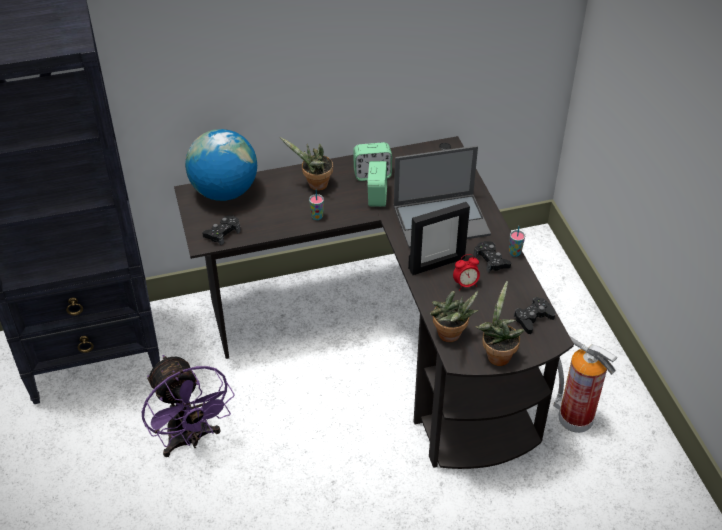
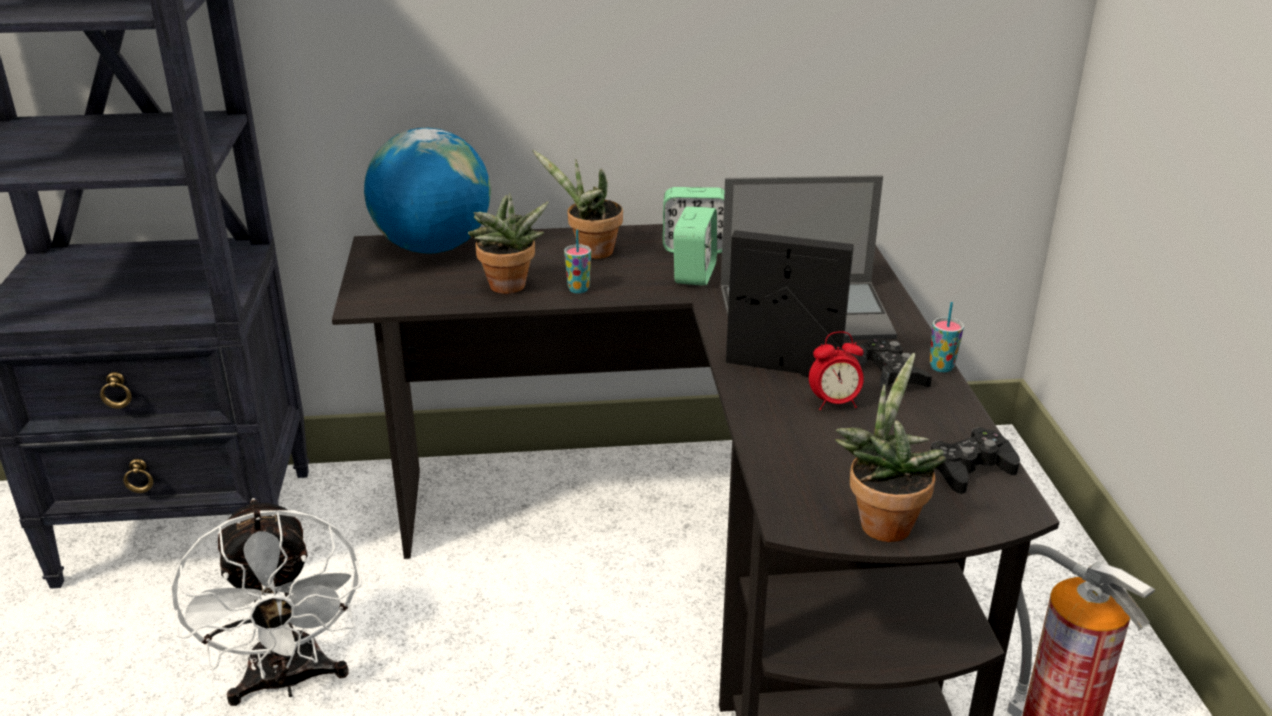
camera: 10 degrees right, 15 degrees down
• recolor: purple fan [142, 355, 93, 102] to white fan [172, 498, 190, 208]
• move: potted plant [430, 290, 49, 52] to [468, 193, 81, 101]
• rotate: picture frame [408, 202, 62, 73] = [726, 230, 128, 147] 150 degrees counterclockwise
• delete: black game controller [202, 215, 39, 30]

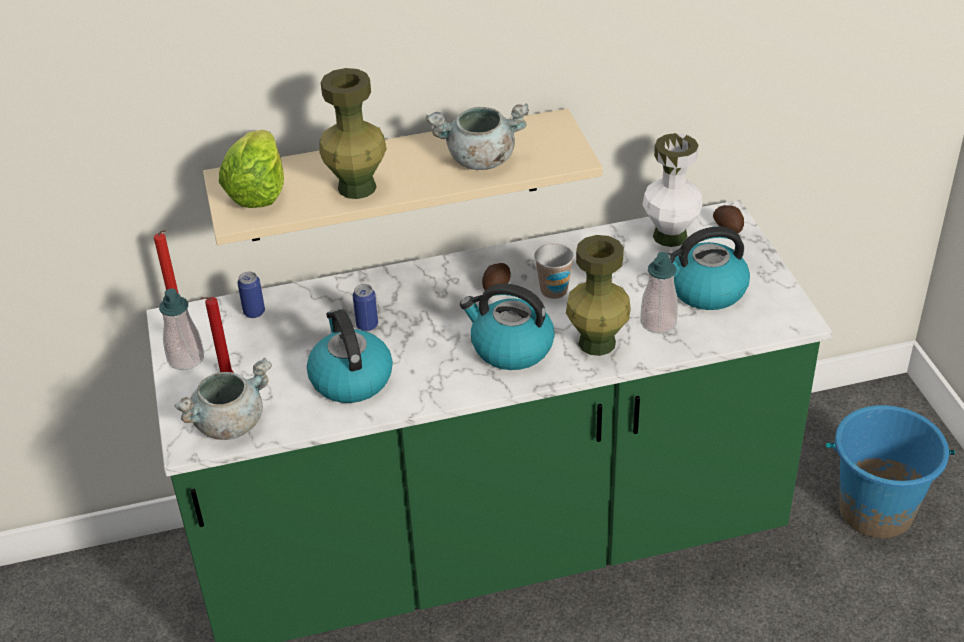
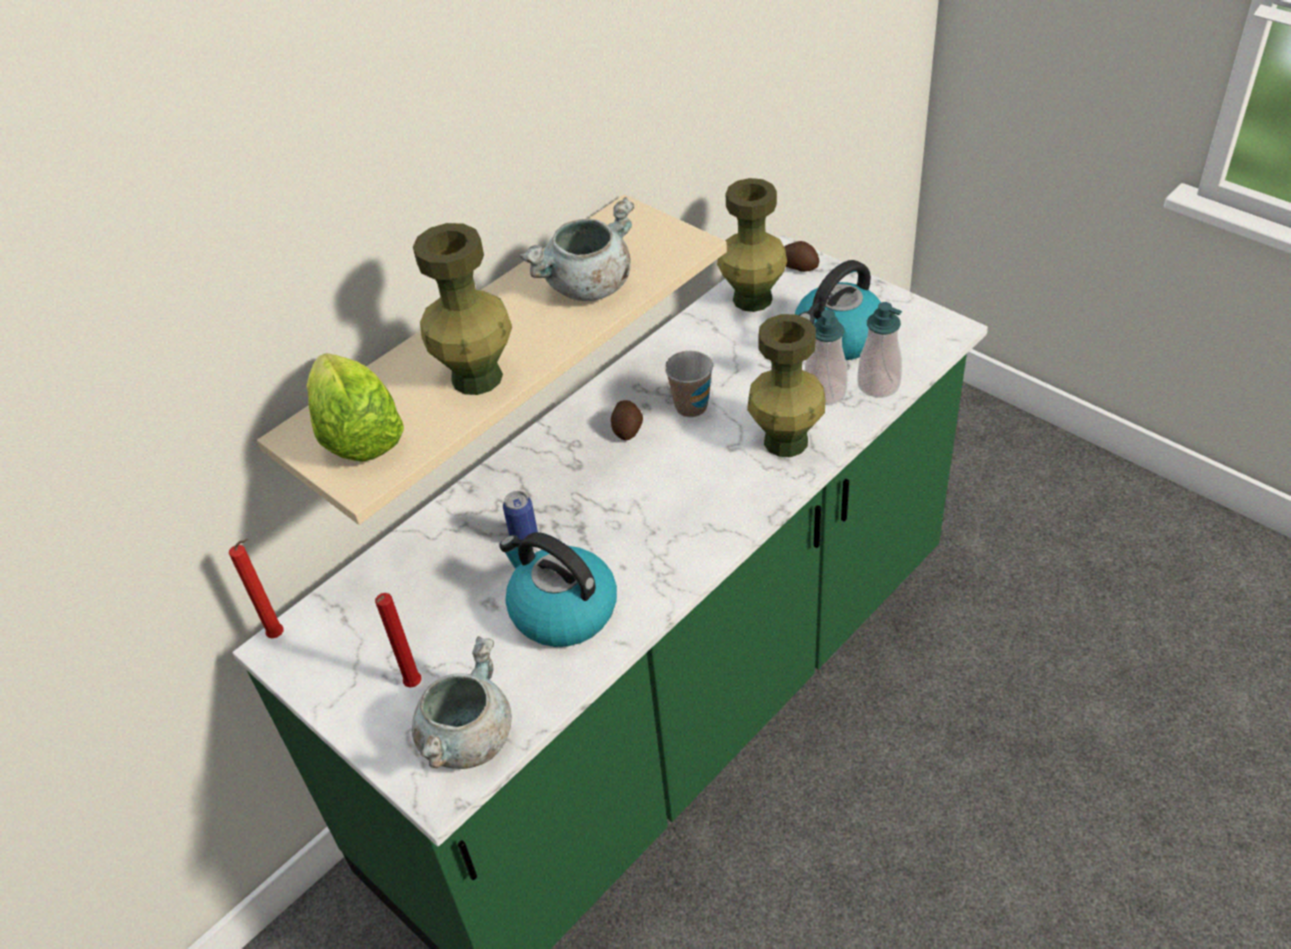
camera: 30 degrees left, 5 degrees up
• recolor: white vase [642, 133, 60, 114] to green vase [717, 178, 70, 134]
• move: soap dispenser [159, 288, 45, 82] to [857, 302, 45, 95]
• delete: can [238, 272, 27, 46]
• delete: kettle [460, 283, 95, 87]
• delete: blue bucket [826, 405, 129, 133]

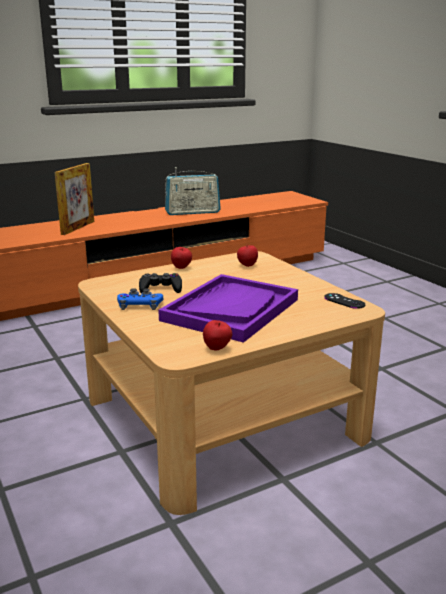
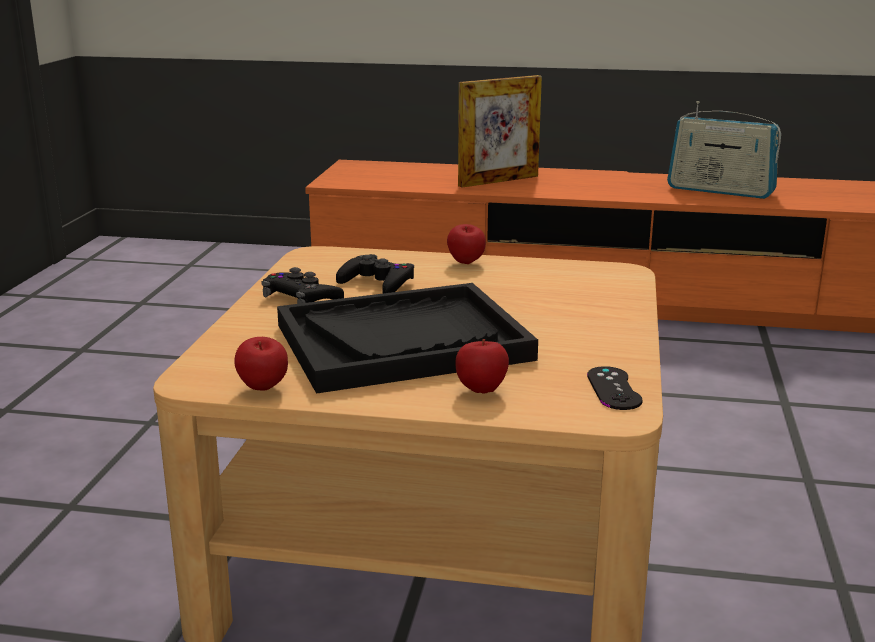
camera: 40 degrees right, 0 degrees up
• recolor: blue game controller [117, 288, 46, 22] to black game controller [261, 267, 83, 37]
• recolor: purple tray [158, 274, 140, 69] to black tray [277, 283, 261, 110]
• move: apple [237, 245, 21, 22] to [456, 339, 53, 55]

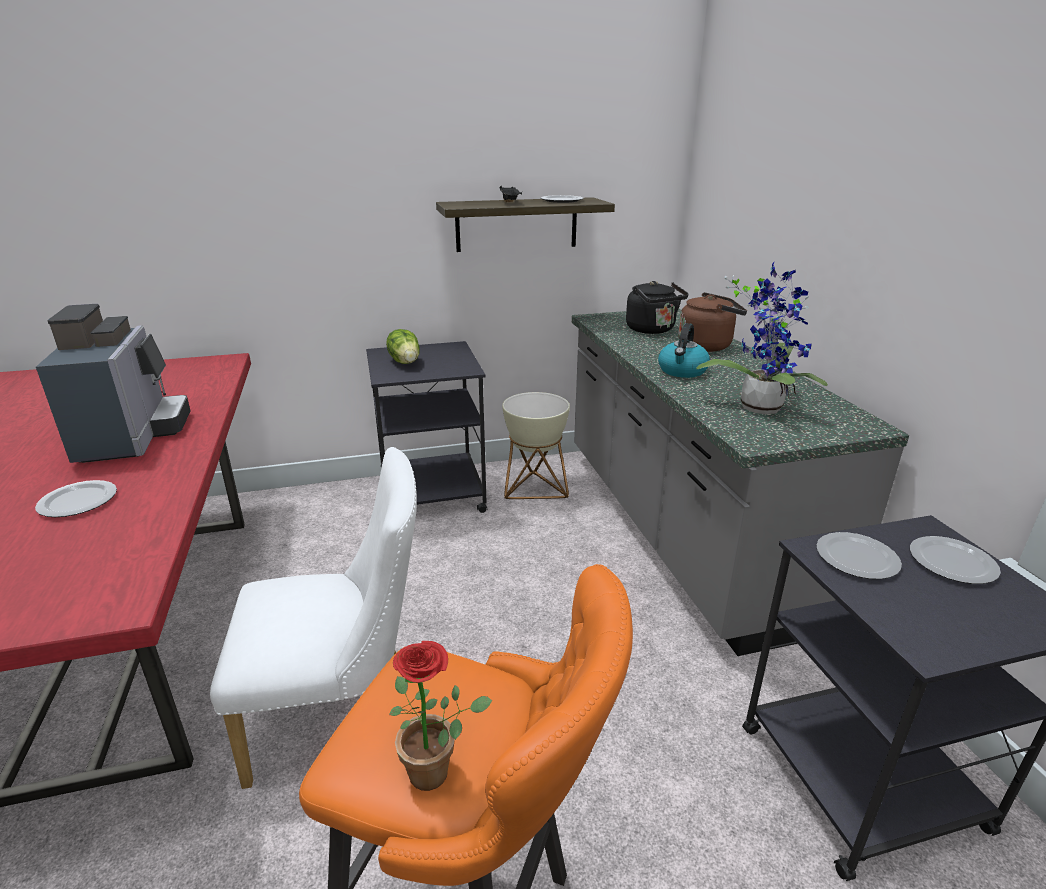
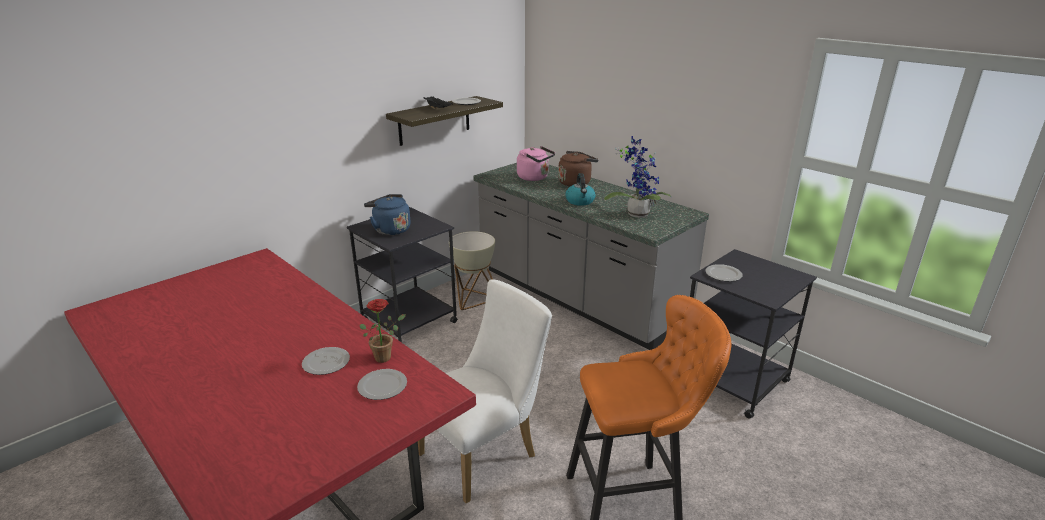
camera: 30 degrees left, 0 degrees up
• move: plate [910, 536, 91, 48] to [357, 369, 50, 31]
• move: potted plant [389, 641, 103, 150] to [360, 299, 46, 64]
• replace: lettuce [386, 329, 34, 35] to blue kettle [364, 194, 47, 41]
• recolor: black kettle [626, 281, 62, 53] to pink kettle [517, 146, 38, 35]
• delete: coffee machine [36, 304, 155, 159]

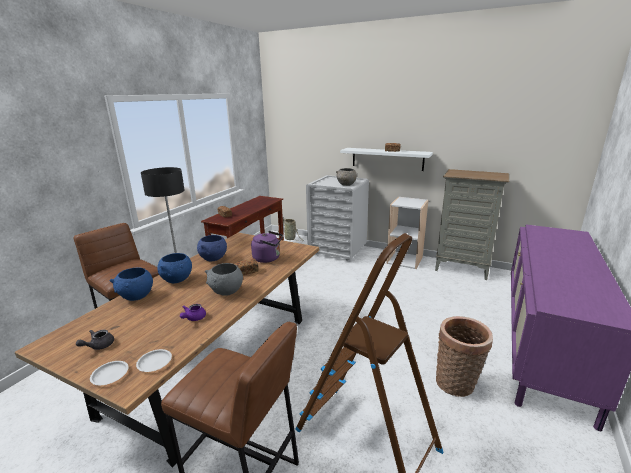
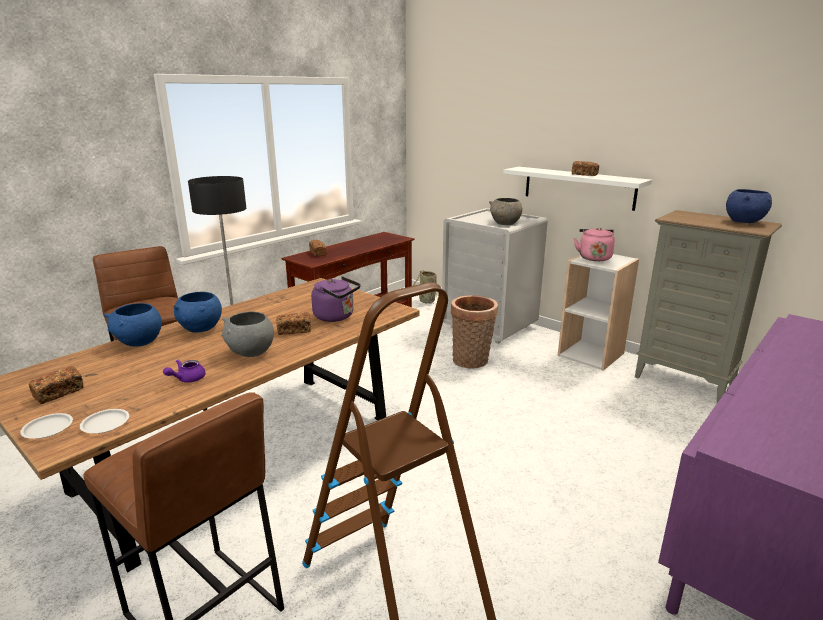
camera: 15 degrees right, 0 degrees up
• replace: grey teapot [76, 330, 38, 20] to bread [29, 366, 55, 38]
• move: basket [436, 316, 57, 81] to [451, 295, 47, 74]
• insert: pink kettle [574, 227, 41, 34]
• move: blue bowl [197, 235, 30, 26] to [726, 189, 46, 34]

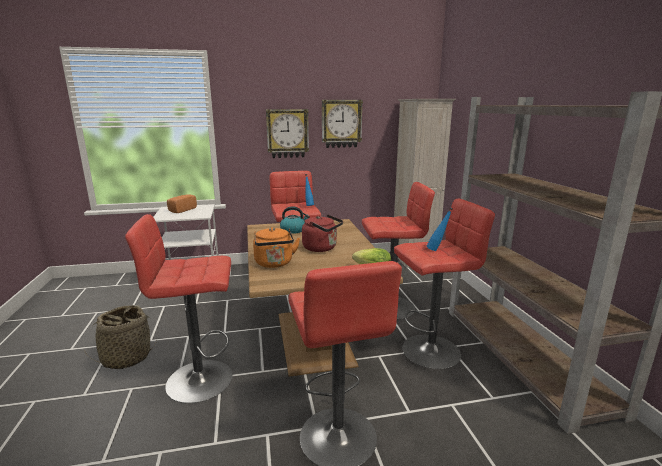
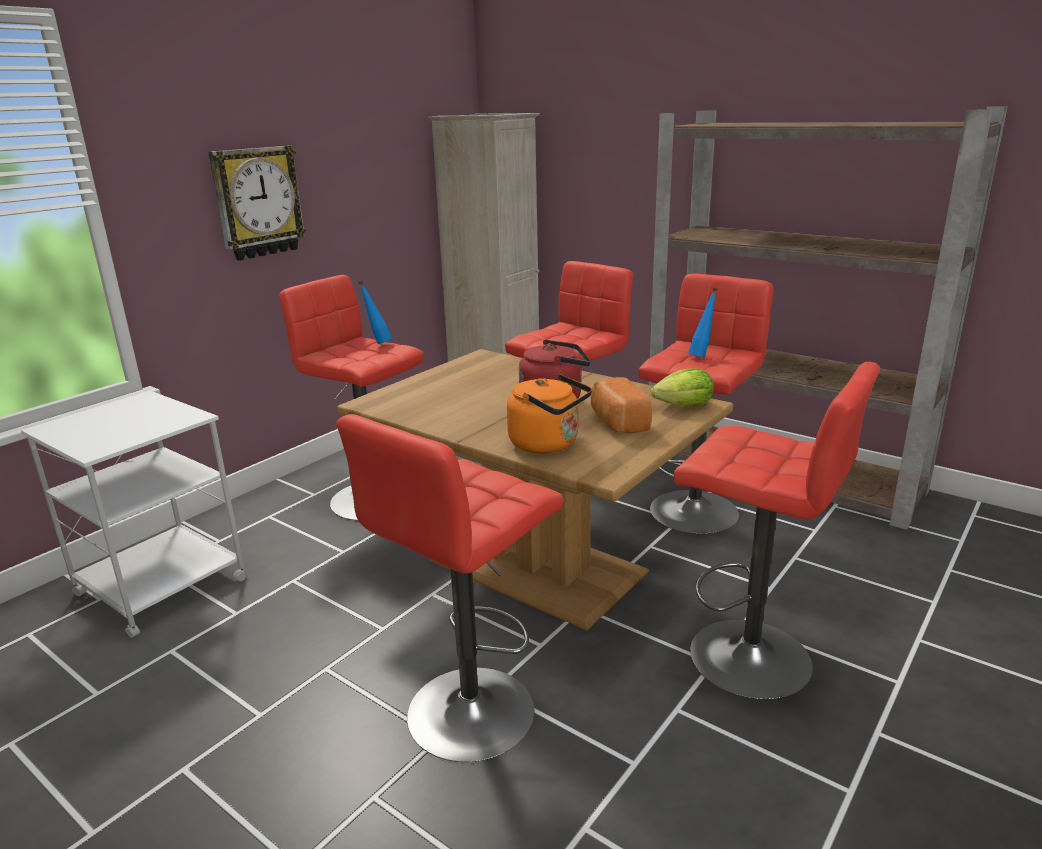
camera: 40 degrees left, 5 degrees up
• move: bread [167, 194, 30, 19] to [591, 377, 61, 57]
• delete: basket [83, 305, 74, 64]
• delete: kettle [280, 206, 30, 28]
• delete: wall clock [322, 100, 41, 48]

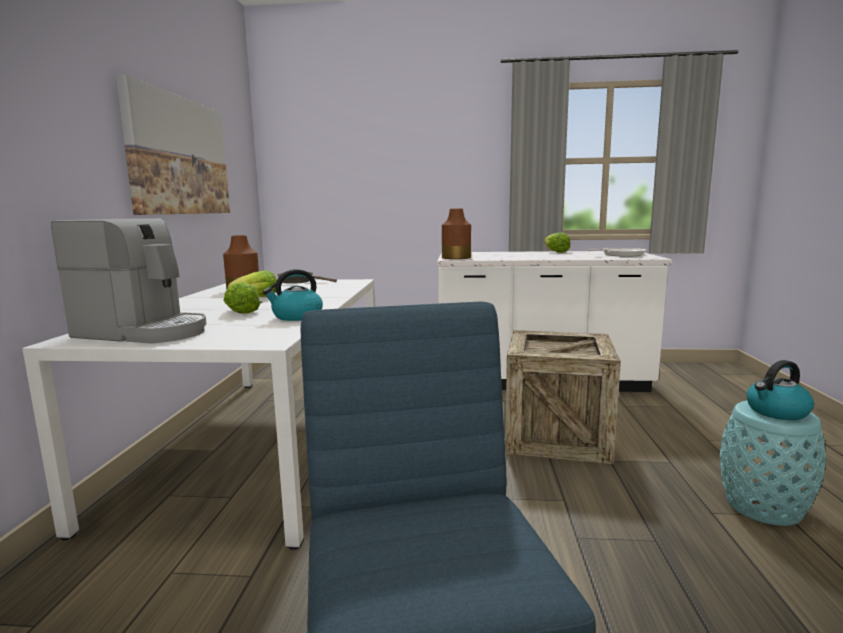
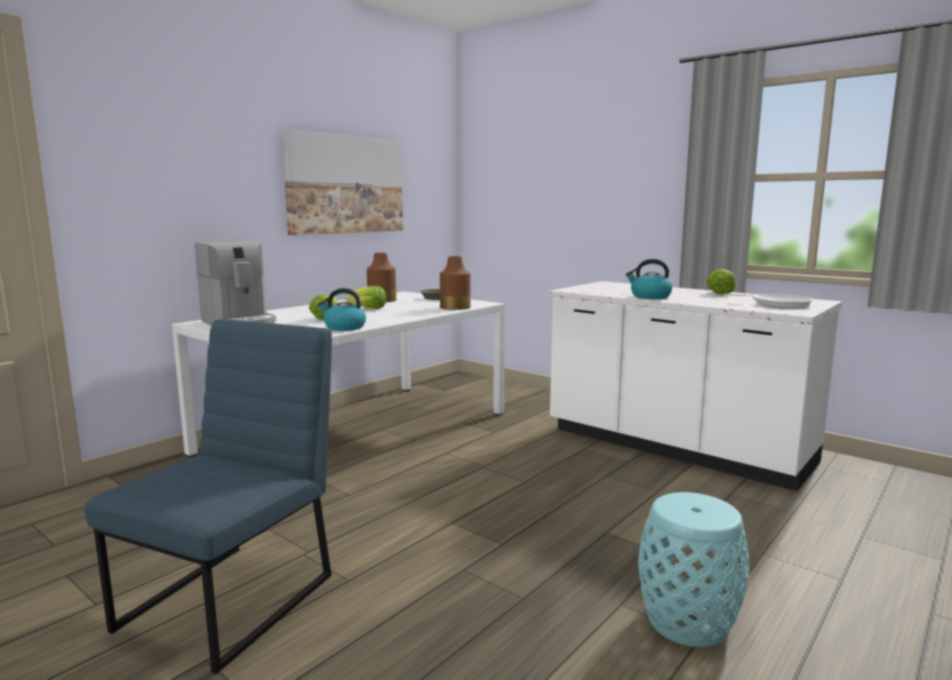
camera: 35 degrees right, 0 degrees up
• move: brown vase [442, 208, 29, 51] to [440, 256, 31, 54]
• move: kettle [746, 360, 68, 60] to [626, 259, 46, 40]
• delete: crate [505, 330, 116, 134]

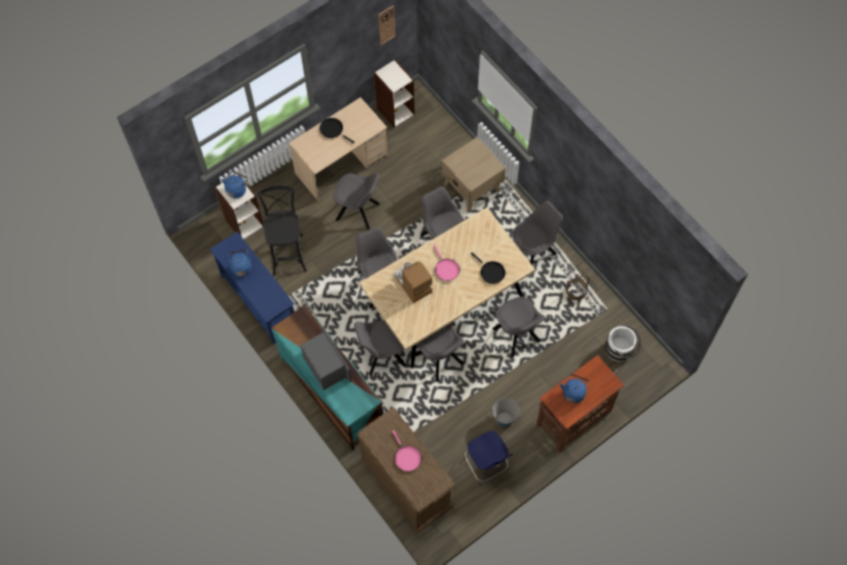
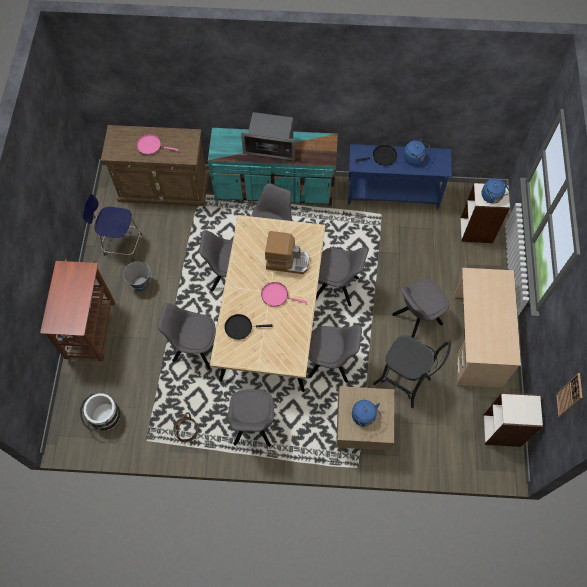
camera: 130 degrees right, 0 degrees up
• move: blue kettle [560, 374, 30, 29] to [352, 400, 29, 27]
• move: black frying pan [320, 118, 35, 26] to [355, 145, 42, 21]
• move: black stool [257, 186, 50, 89] to [373, 335, 78, 73]

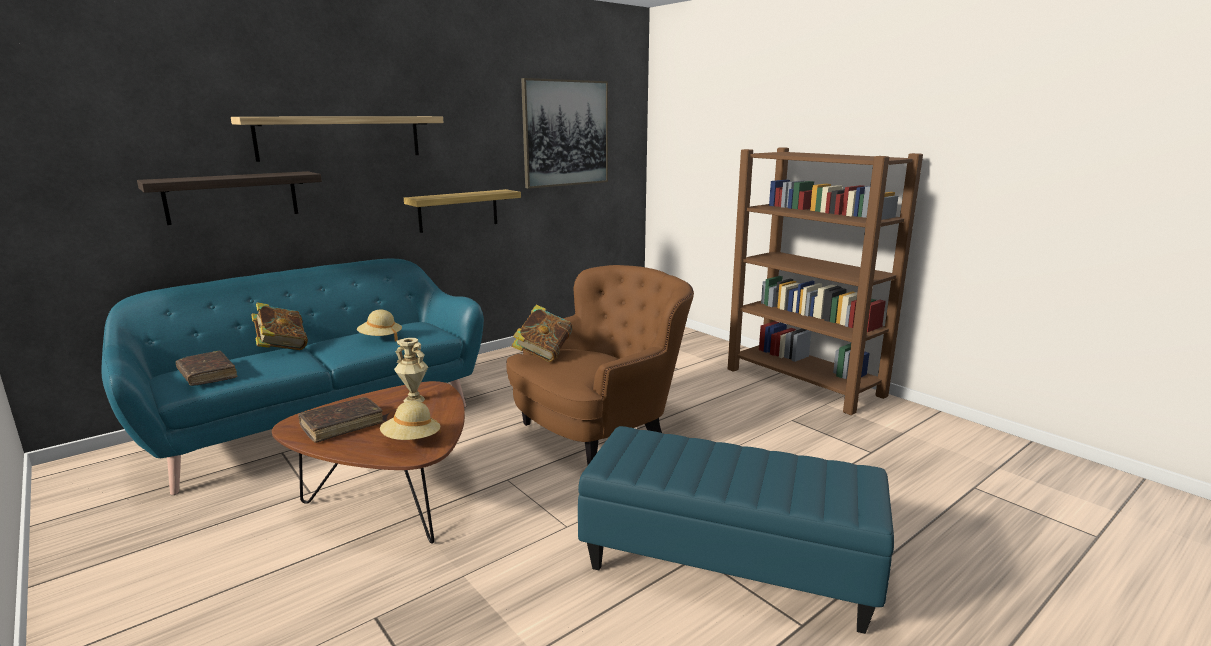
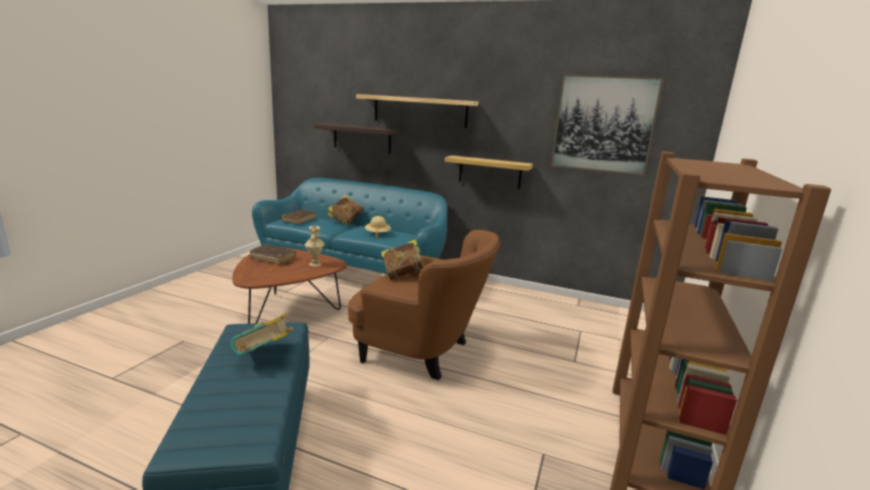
camera: 60 degrees right, 0 degrees up
• insert: book [231, 314, 62, 41]
• delete: beige hat [380, 401, 61, 39]

